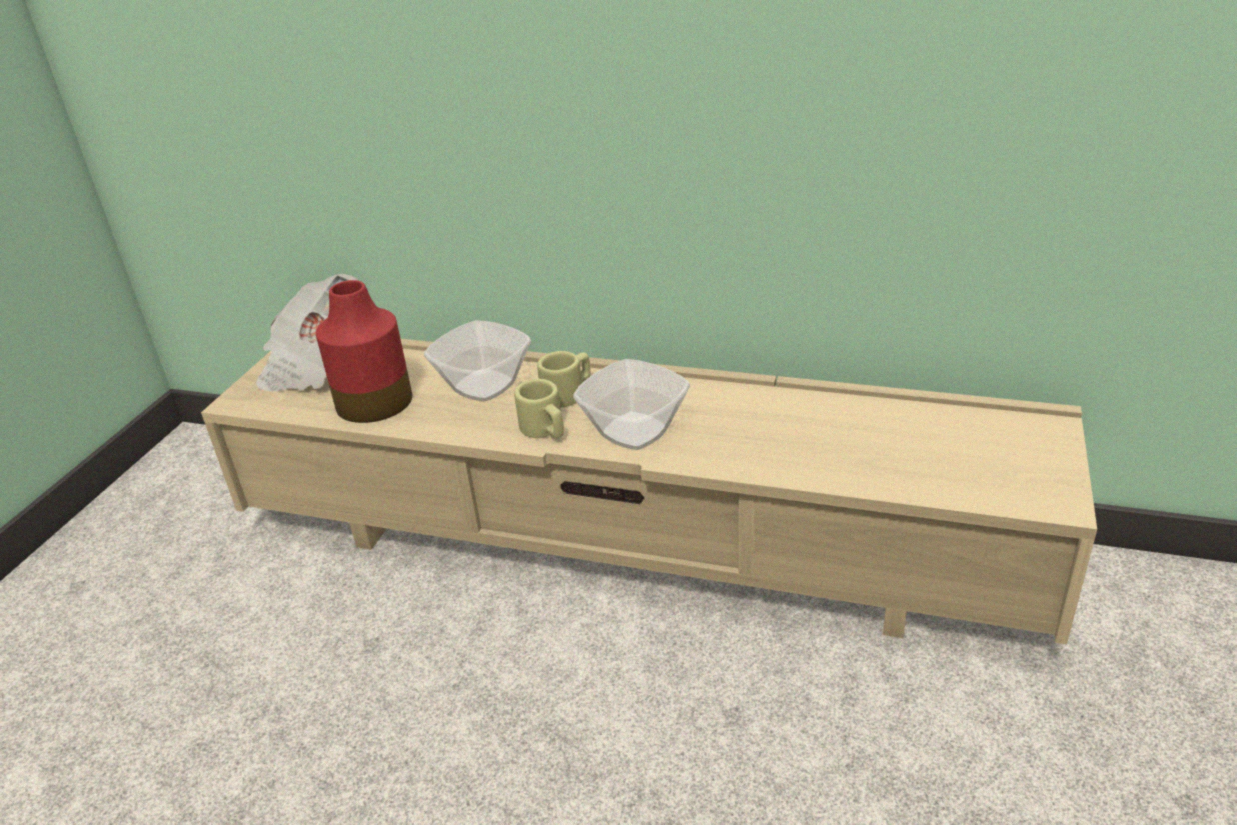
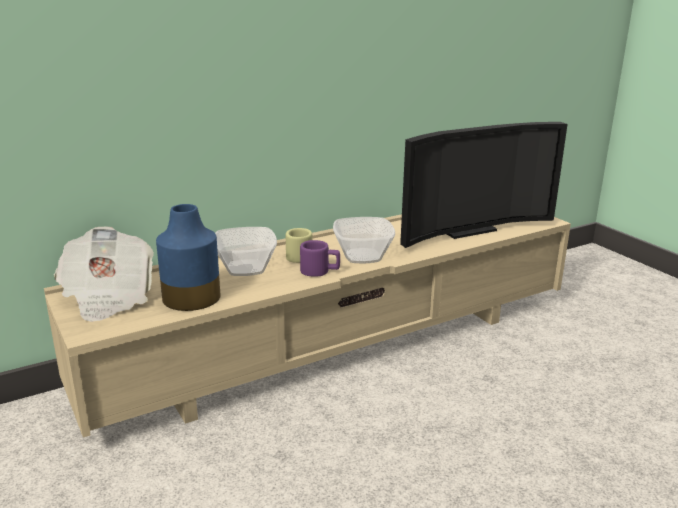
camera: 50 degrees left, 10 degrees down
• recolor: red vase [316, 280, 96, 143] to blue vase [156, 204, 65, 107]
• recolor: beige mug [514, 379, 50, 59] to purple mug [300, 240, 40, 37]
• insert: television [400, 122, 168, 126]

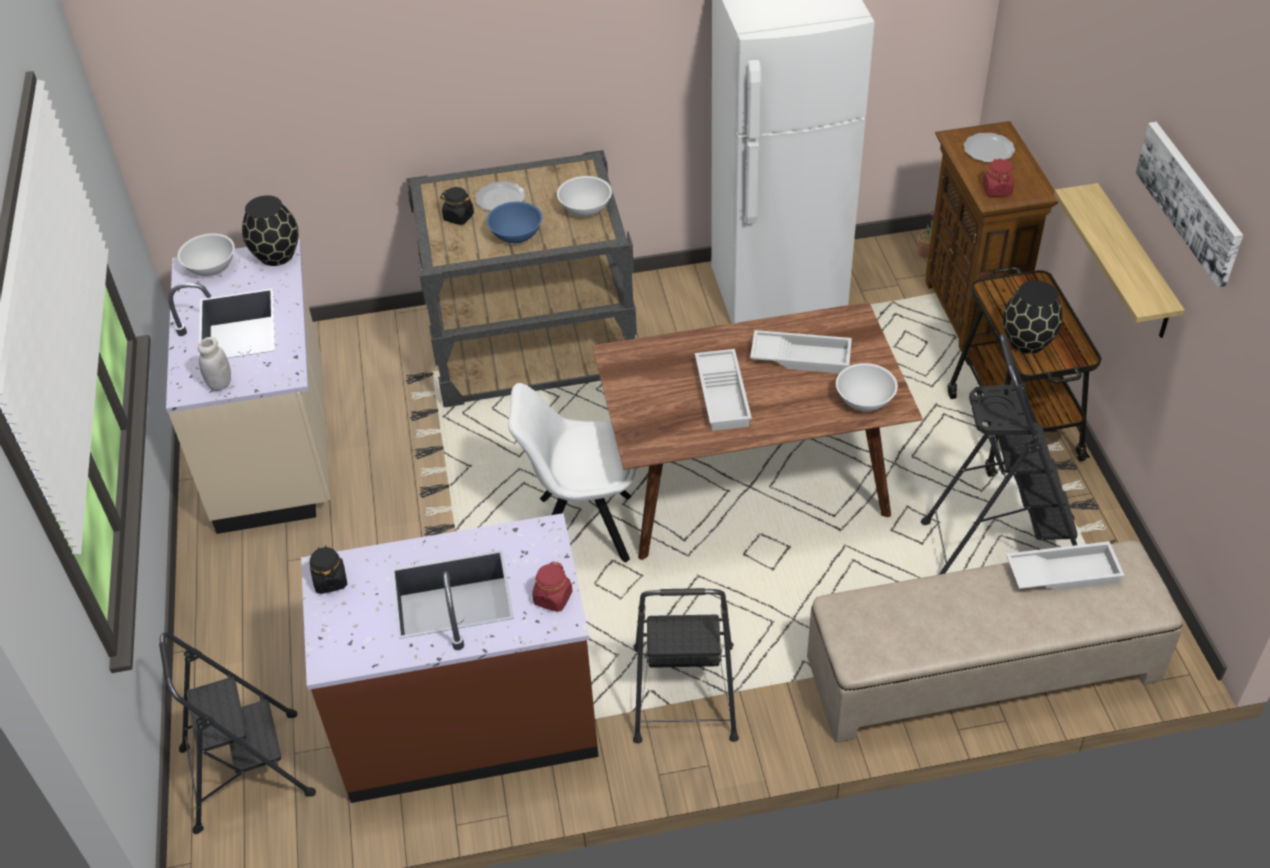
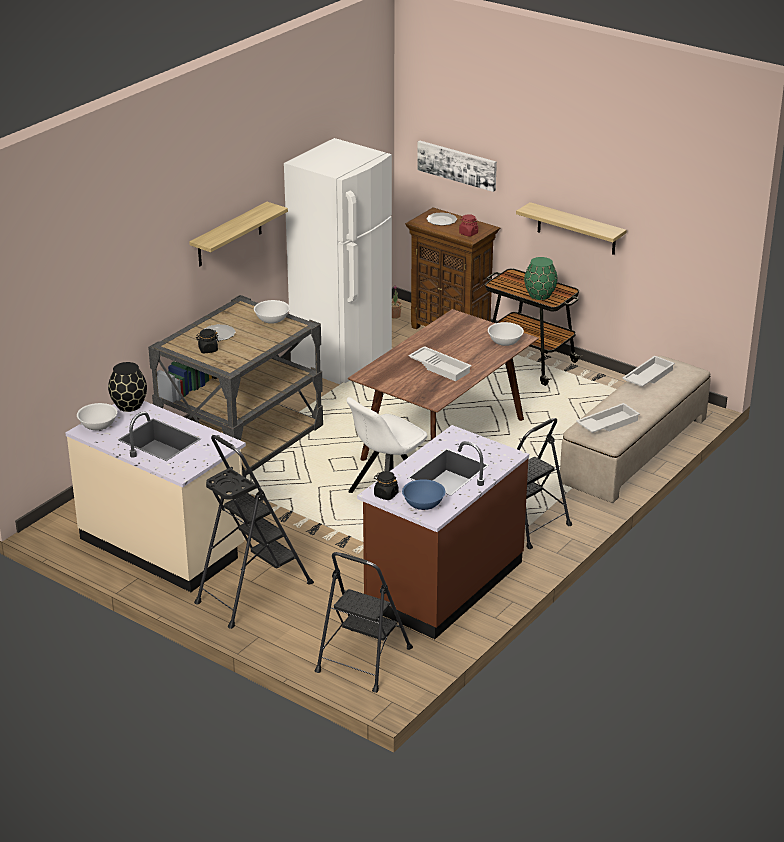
camera: 45 degrees left, 15 degrees down
• insert: shelf [189, 202, 99, 64]
• move: step ladder [921, 334, 157, 241] to [194, 435, 120, 194]
• move: blue bowl [487, 202, 55, 41] to [402, 479, 43, 31]
• move: picture [1136, 122, 107, 166] to [417, 141, 80, 51]
• recolor: black vase [1003, 281, 60, 73] to green vase [524, 257, 33, 43]
• move: white tray [750, 330, 102, 43] to [576, 403, 64, 30]
• delete: white jar [198, 337, 33, 54]
• delete: red jar [532, 561, 41, 51]

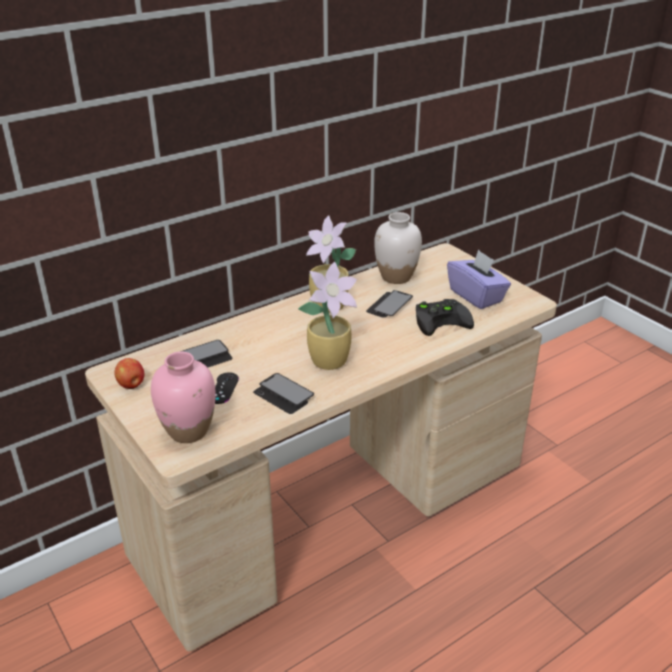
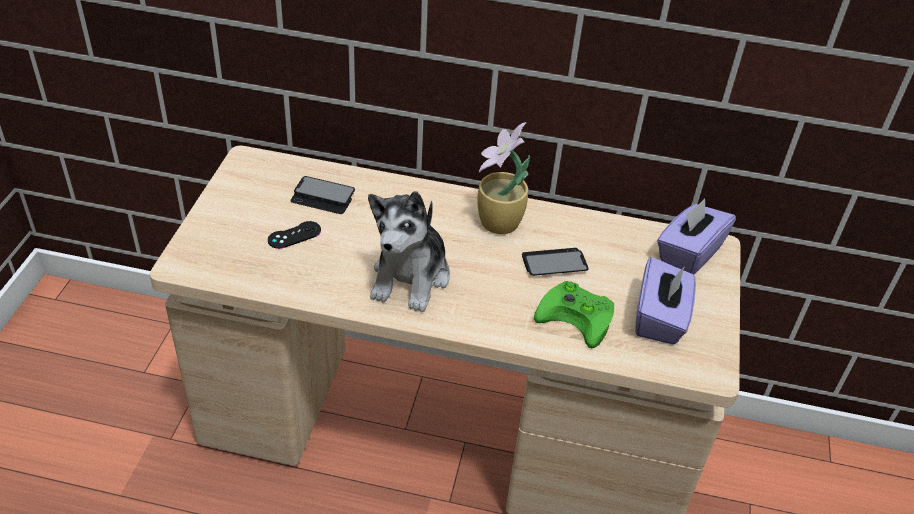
camera: 45 degrees right, 10 degrees up
• replace: potted plant [298, 261, 59, 109] to plush toy [368, 191, 82, 121]
• recolor: black game controller [416, 299, 58, 37] to green game controller [534, 281, 80, 67]
• insert: purple tissue box [657, 199, 79, 76]
• delete: apple [114, 358, 30, 31]
• delete: pink vase [151, 351, 64, 92]
• delete: phone [253, 373, 61, 41]
• delete: white vase [374, 212, 48, 72]

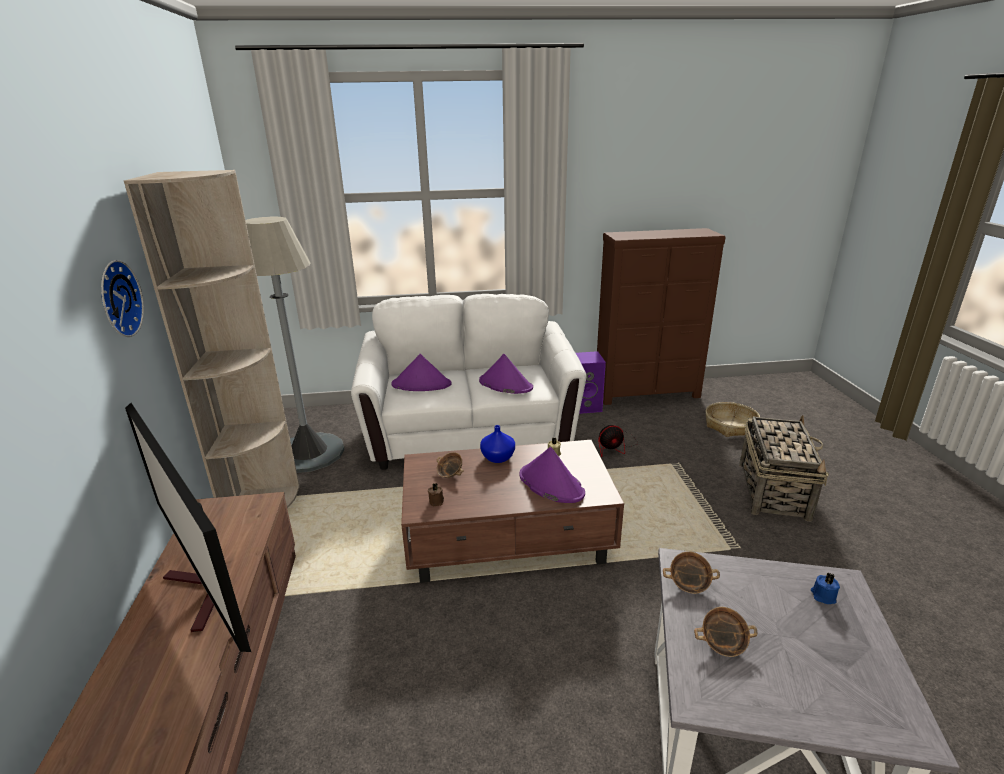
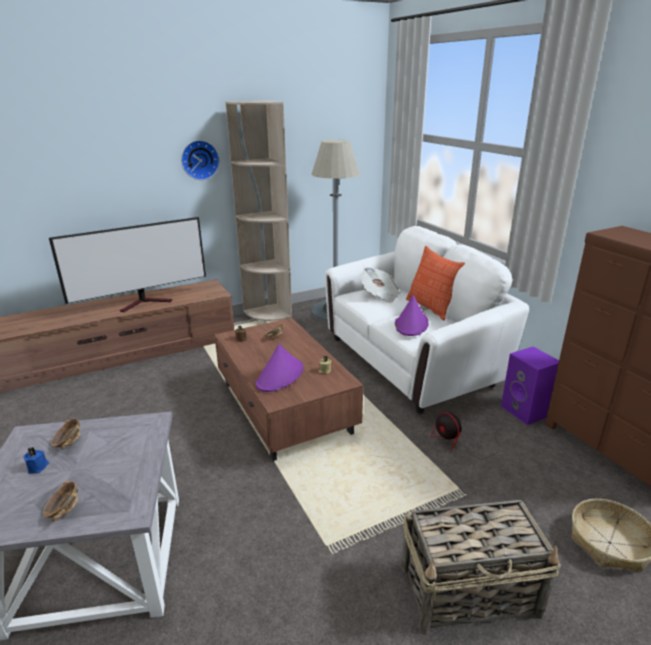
camera: 70 degrees right, 0 degrees up
• move: blue candle [811, 573, 29, 31] to [23, 447, 26, 27]
• move: bowl [663, 551, 57, 43] to [43, 481, 35, 41]
• rotate: television [125, 403, 126, 249] = [49, 217, 157, 95] 150 degrees counterclockwise
• replace: purple hat [391, 354, 61, 37] to newspaper [360, 267, 41, 36]
• insert: orange pillow [406, 246, 59, 75]
• delete: blue vase [480, 425, 35, 38]

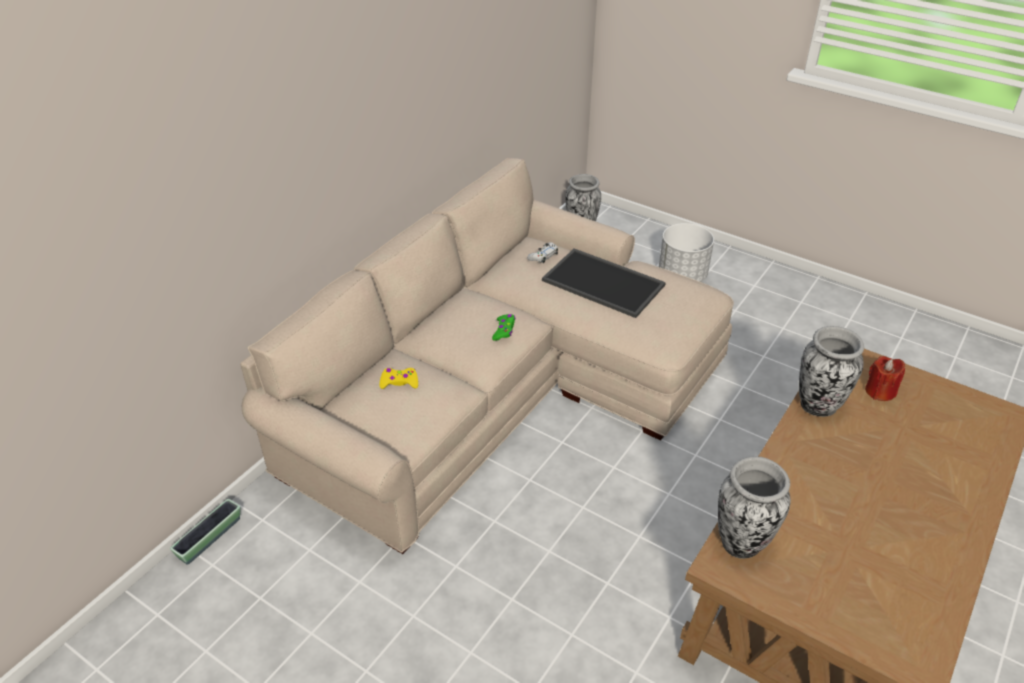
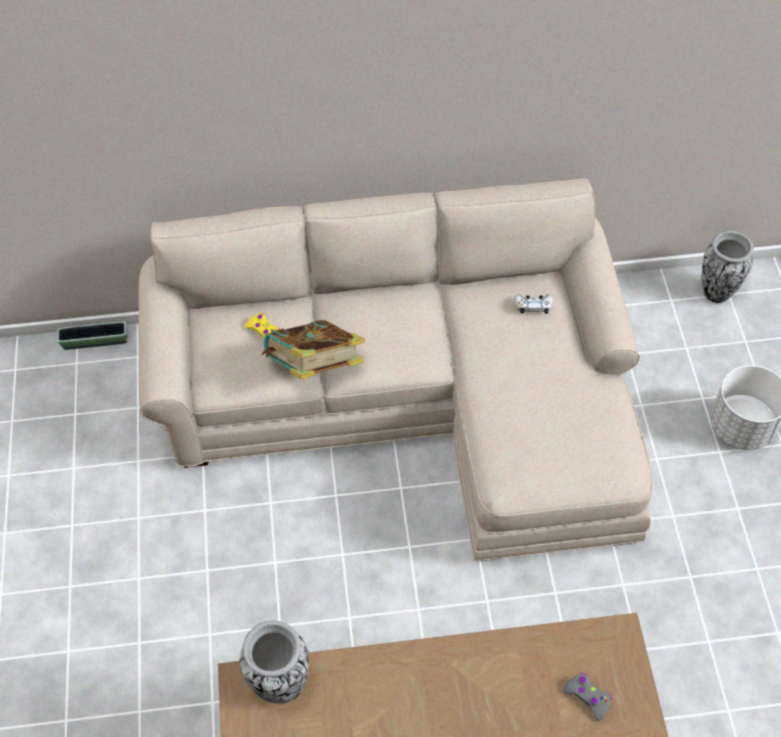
camera: 50 degrees right, 15 degrees up
• insert: book [262, 320, 103, 59]
• replace: red candle [865, 356, 40, 45] to grey game controller [562, 673, 50, 49]
• delete: green game controller [492, 314, 23, 27]
• delete: tray [542, 248, 124, 70]
• delete: vase [799, 326, 65, 91]

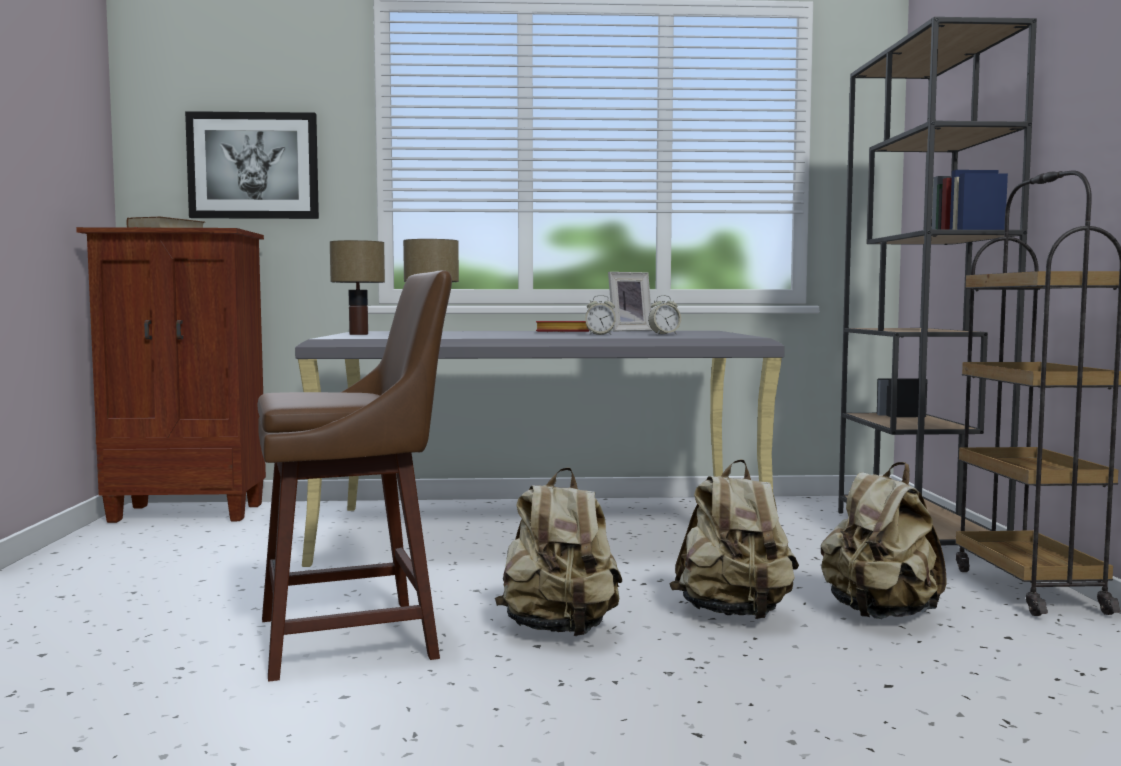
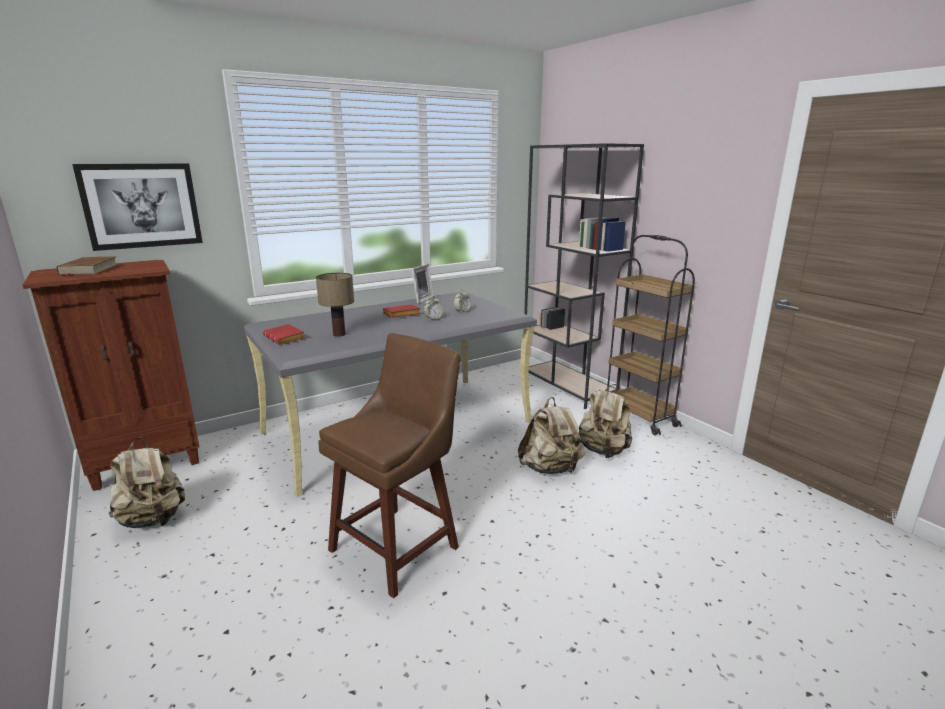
camera: 30 degrees left, 15 degrees up
• move: beige backpack [495, 467, 127, 169] to [109, 437, 76, 91]
• replace: table lamp [330, 240, 55, 95] to red book [263, 324, 42, 21]

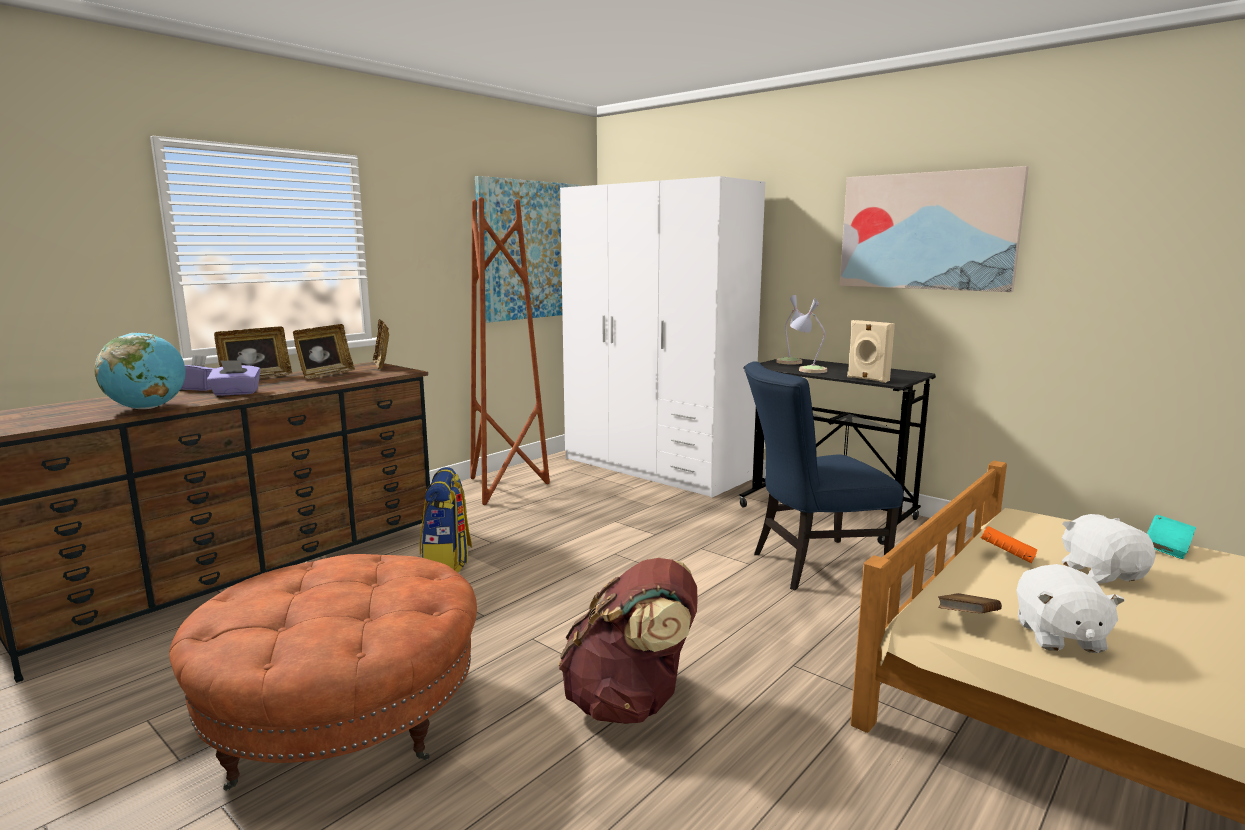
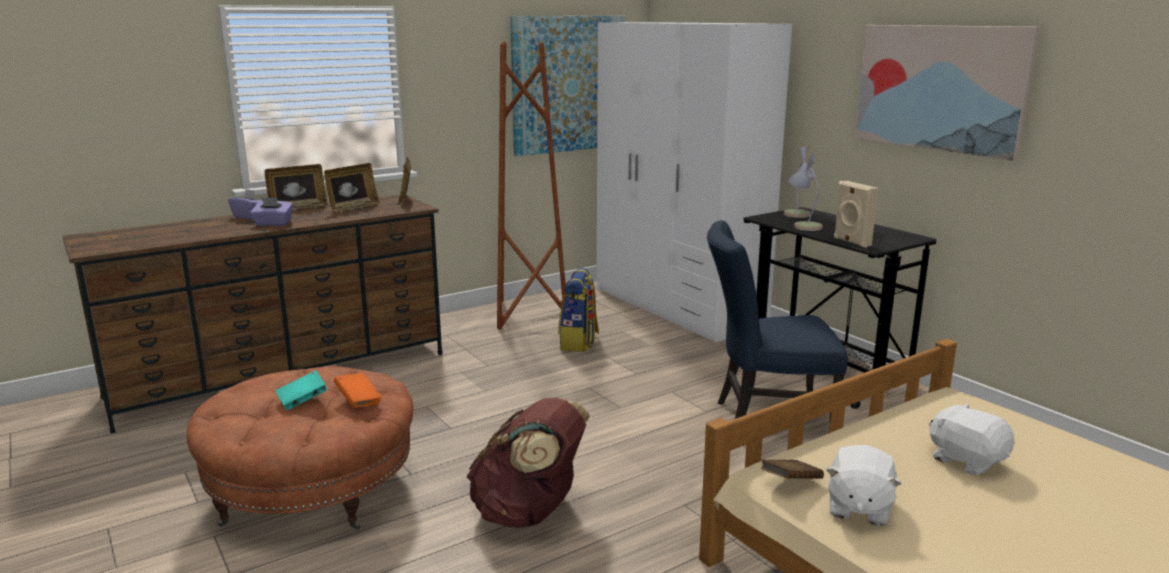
camera: 15 degrees right, 5 degrees up
• move: turquoise book [1147, 515, 49, 44] to [276, 370, 51, 40]
• move: orange book [980, 526, 57, 37] to [334, 373, 48, 35]
• move: backpack [420, 467, 52, 106] to [558, 268, 41, 84]
• rotate: white plush toy [1062, 514, 94, 69] = [929, 403, 85, 72] 45 degrees counterclockwise
• delete: globe [94, 333, 91, 76]

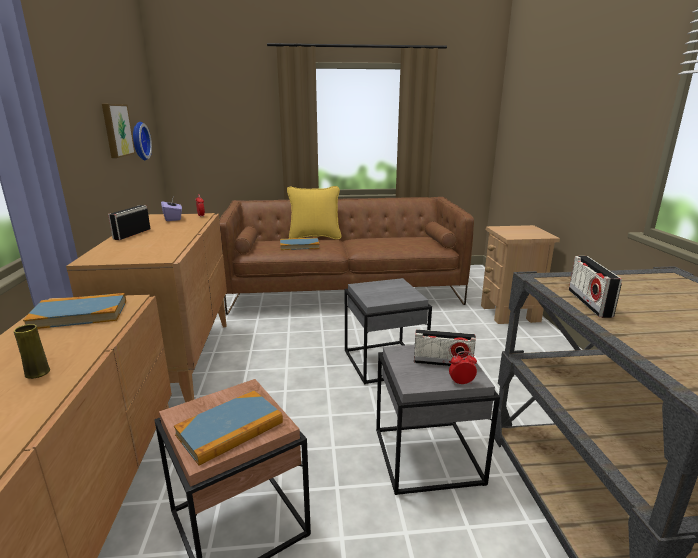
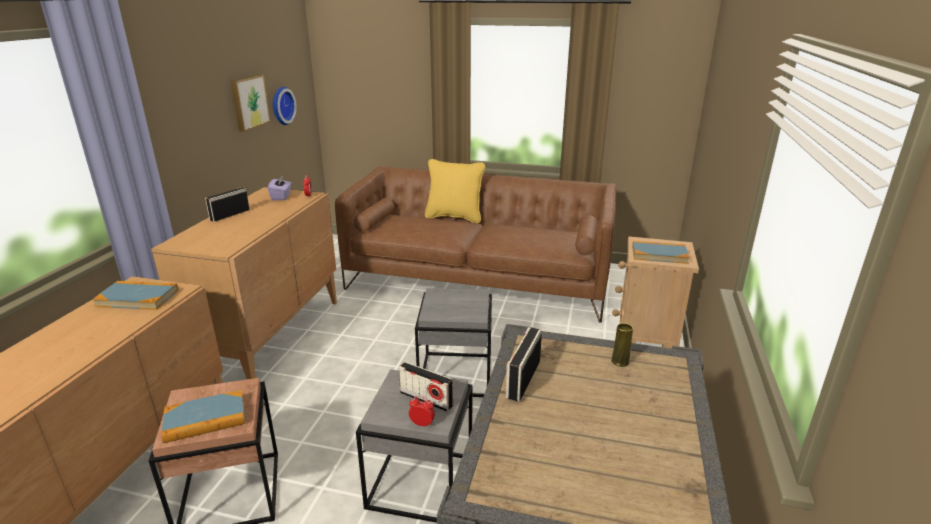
camera: 20 degrees right, 5 degrees up
• move: yellow vase [14, 324, 36, 55] to [611, 323, 22, 44]
• move: book [280, 237, 40, 13] to [632, 241, 58, 23]

